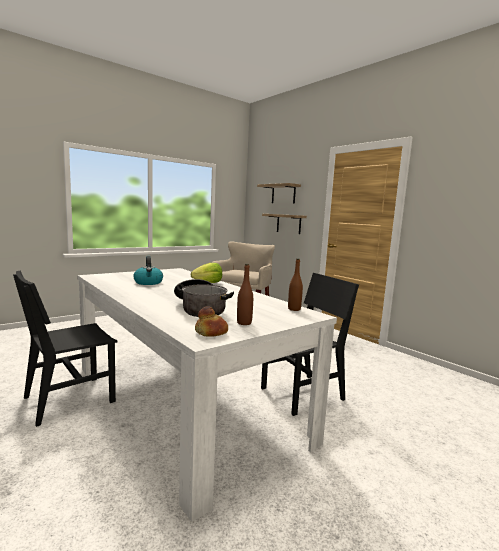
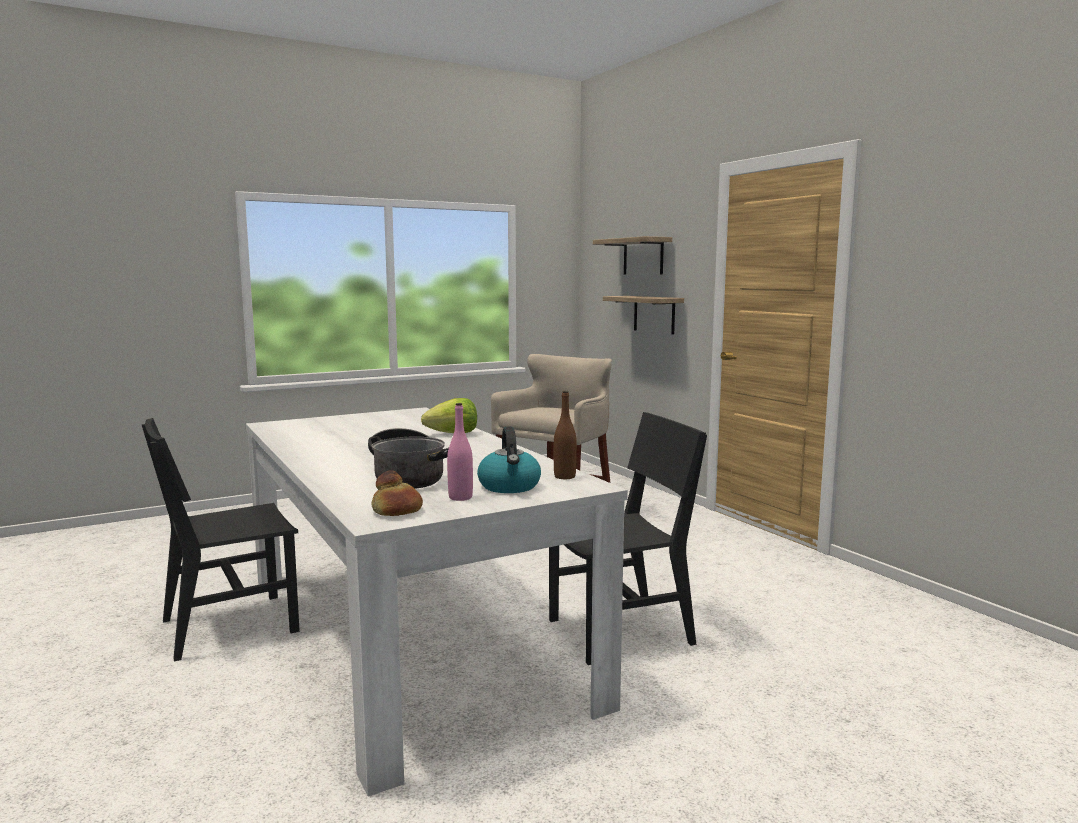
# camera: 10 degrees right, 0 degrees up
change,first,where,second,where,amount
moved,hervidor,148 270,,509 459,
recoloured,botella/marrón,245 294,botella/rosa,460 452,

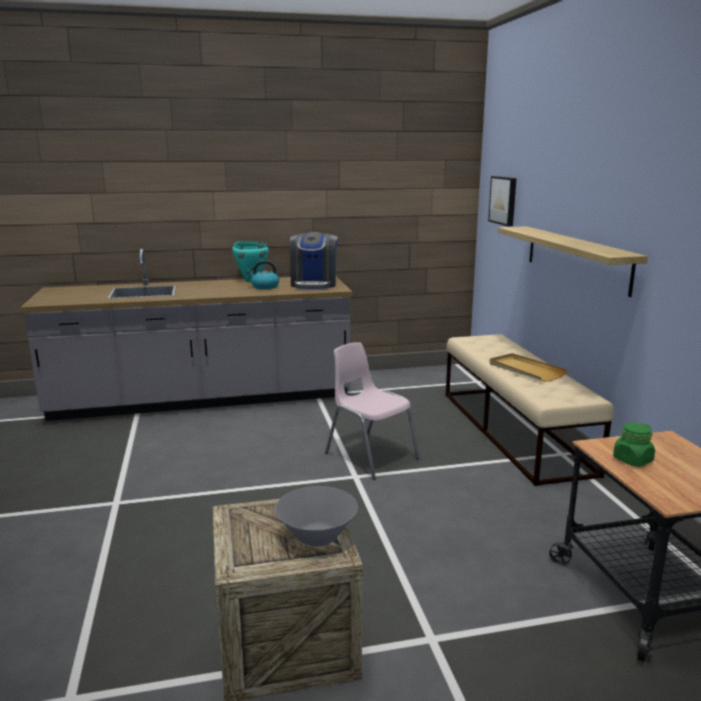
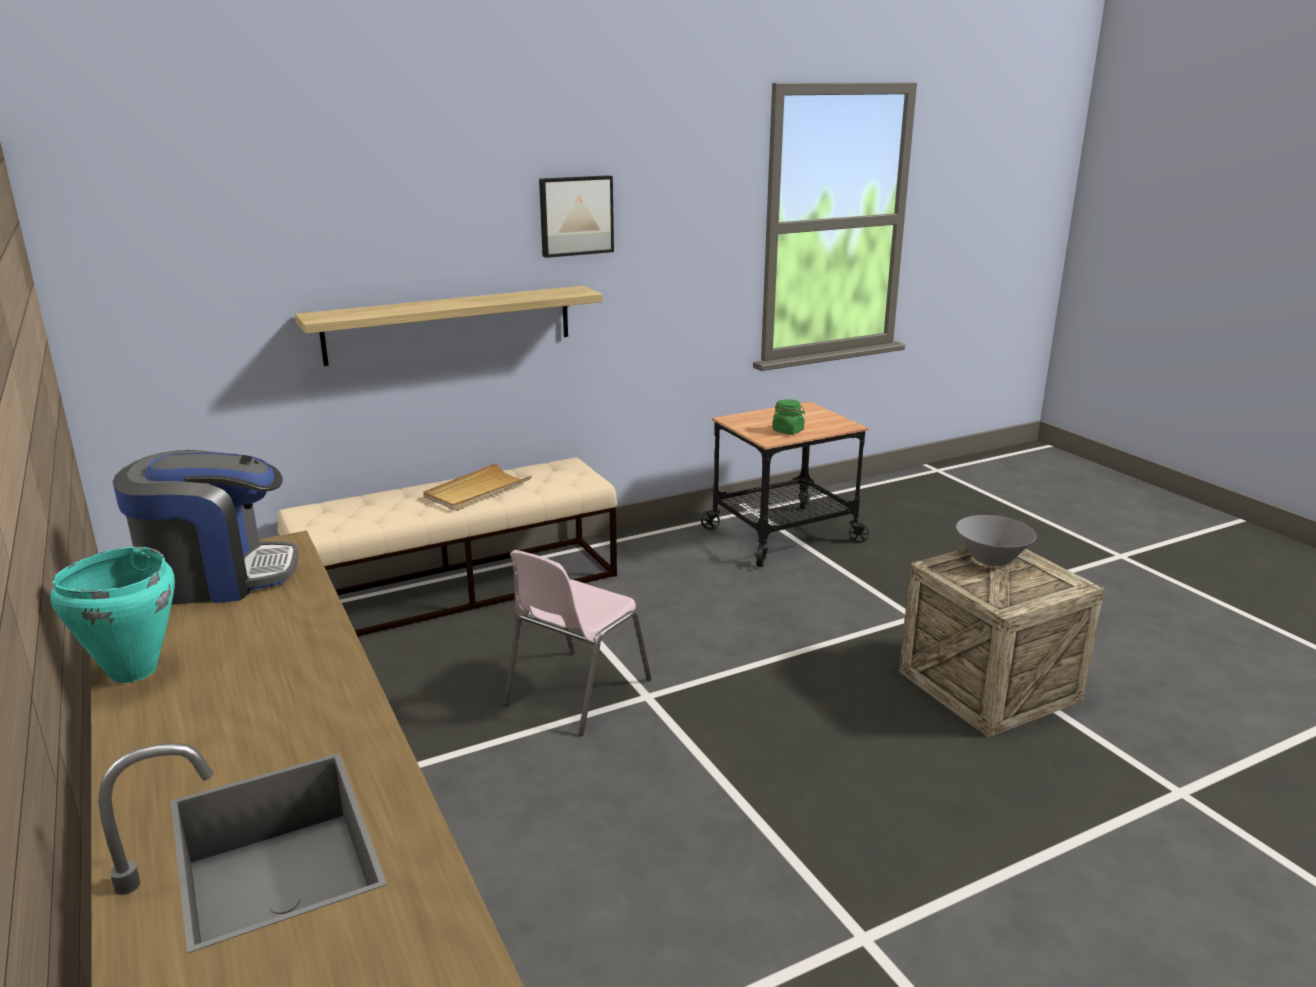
# camera: 105 degrees left, 5 degrees up
change,first,where,second,where,amount
removed,hervidor,262 274,,,
moved,cuadro,502 201,,576 216,

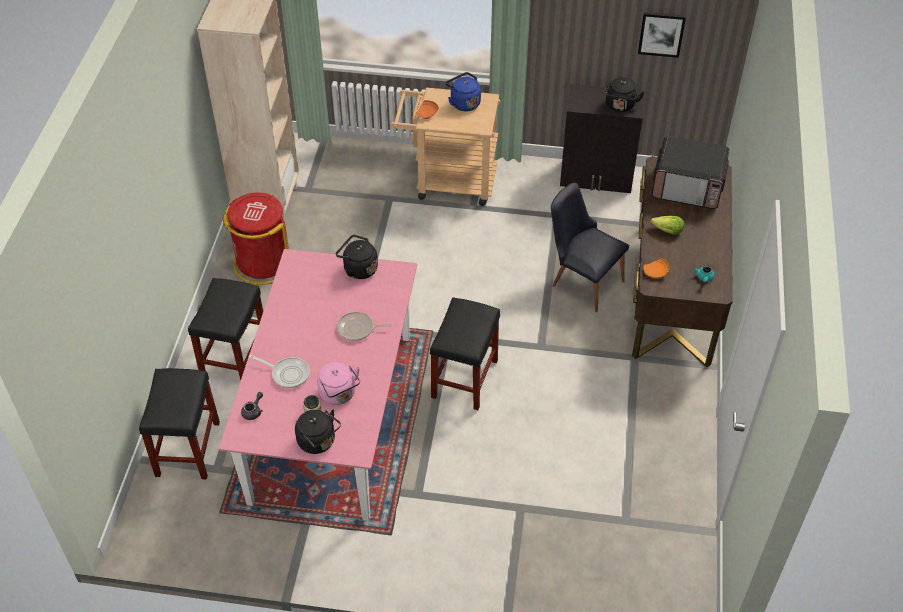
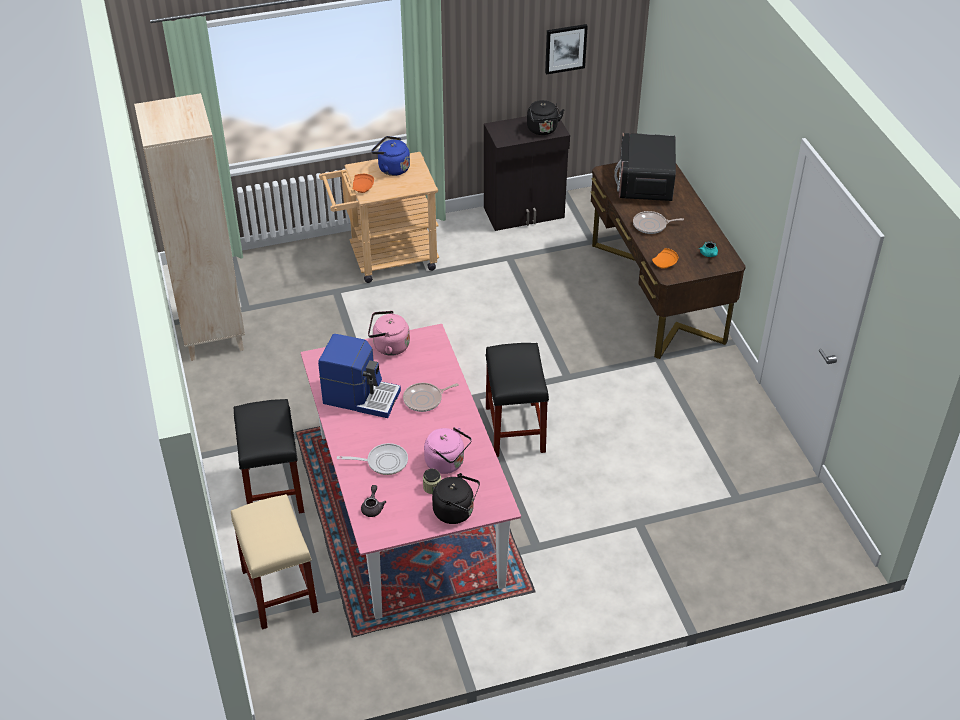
# camera: 25 degrees left, 5 degrees down
change,first,where,second,where,amount
recoloured,taburete/negro,179 424,taburete/beis,274 561,
removed,papelera/rojo,256 238,,,
recoloured,hervidor/negro,357 257,hervidor/rosa,389 333,
removed,silla/negro,590 247,,,
replaced,lechuga,667 225,sartén,658 222,
turned,microondas,690 172,,645 167,105 degrees clockwise
added,,,cafetera,359 376,

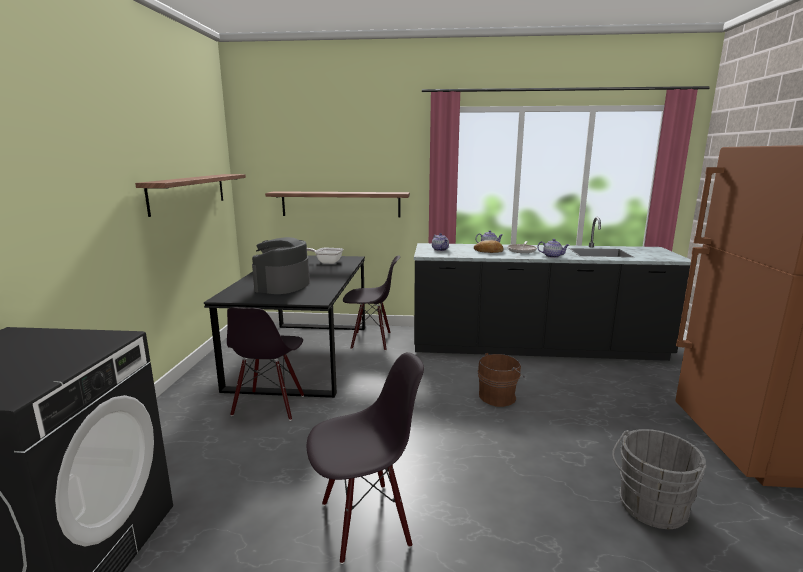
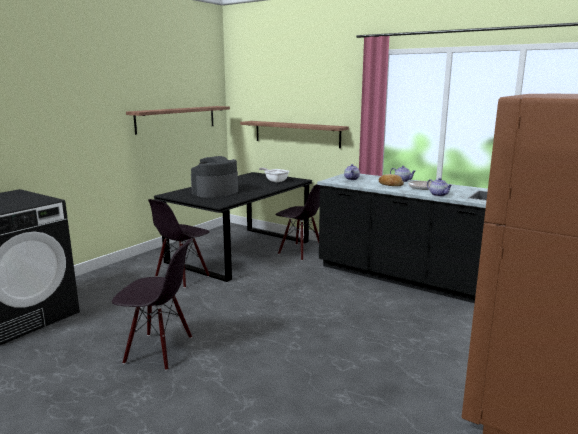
# camera: 30 degrees right, 0 degrees up
change,first,where,second,where,amount
removed,cubo/marrón,501 380,,,
removed,cubo/gris,659 479,,,

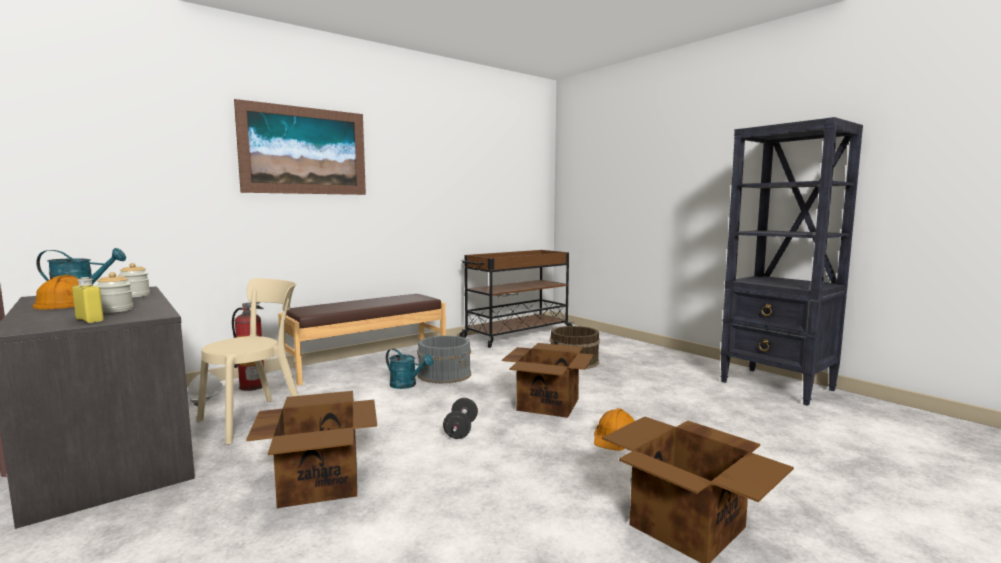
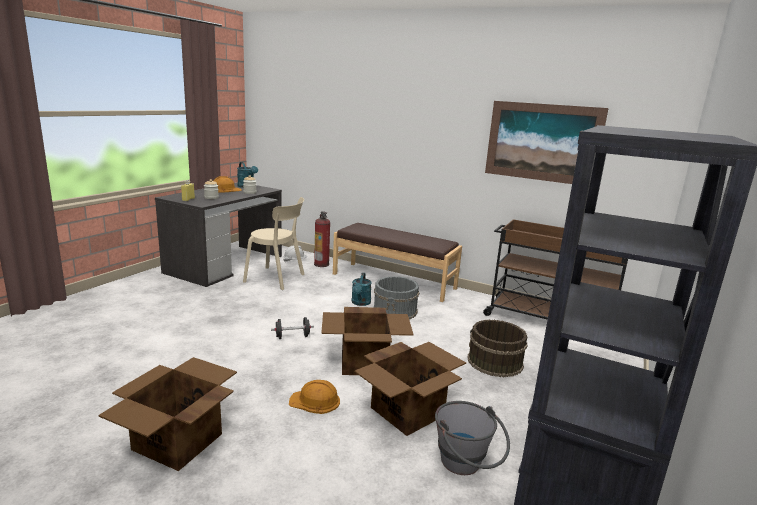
# camera: 65 degrees right, 10 degrees up
change,first,where,second,where,amount
moved,cuadro,300 147,,547 142,
moved,caja de cartón,311 449,,410 389,
added,,,cubo/gris,472 438,

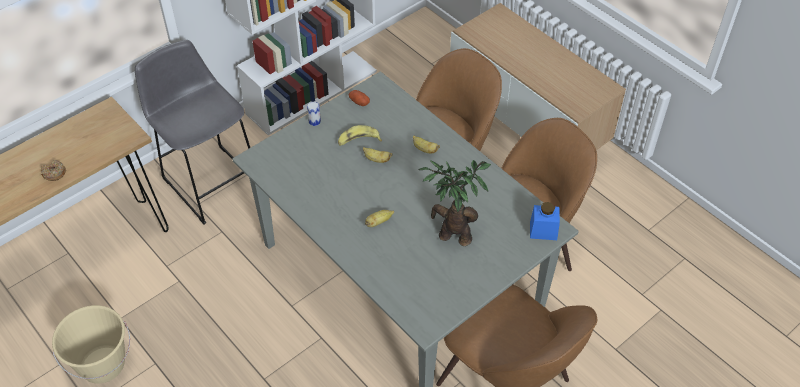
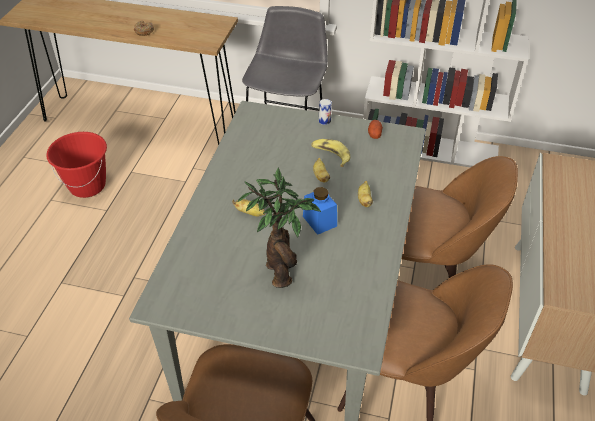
# camera: 55 degrees right, 5 degrees down
change,first,where,second,where,amount
recoloured,cubo/beis,91 344,cubo/rojo,76 165,
moved,tarro/azul,545 221,,320 211,

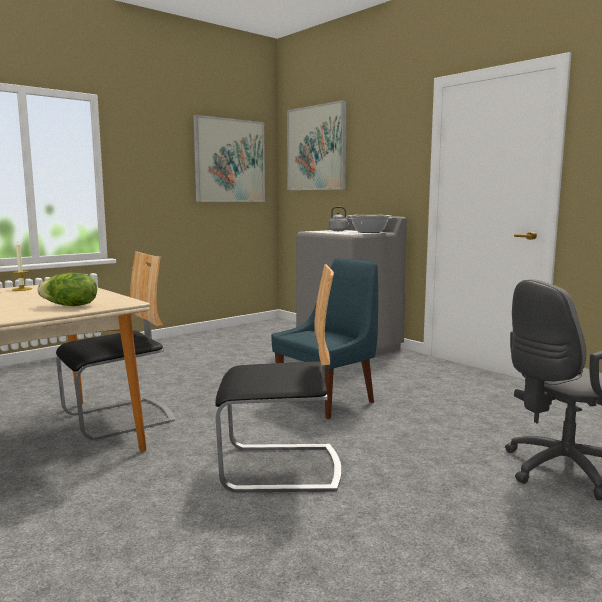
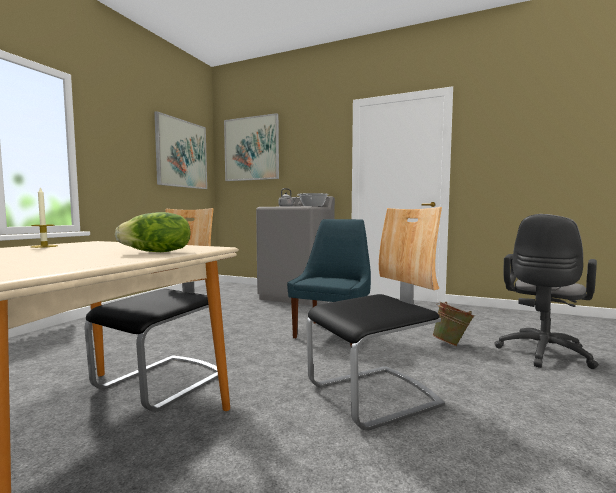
# camera: 25 degrees left, 5 degrees down
change,first,where,second,where,amount
added,,,cubo/verde,453 324,

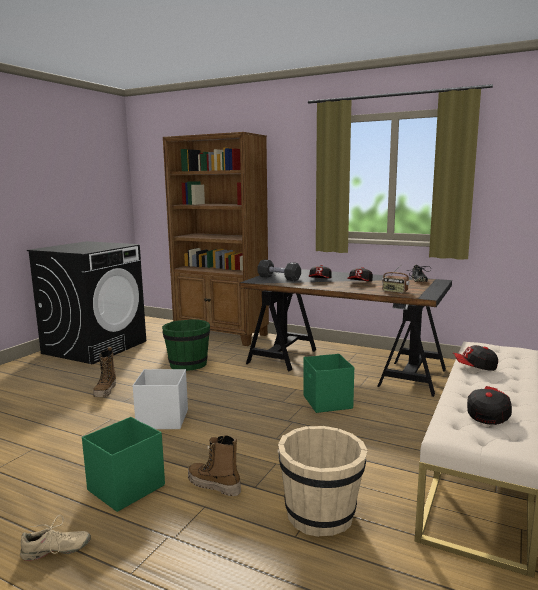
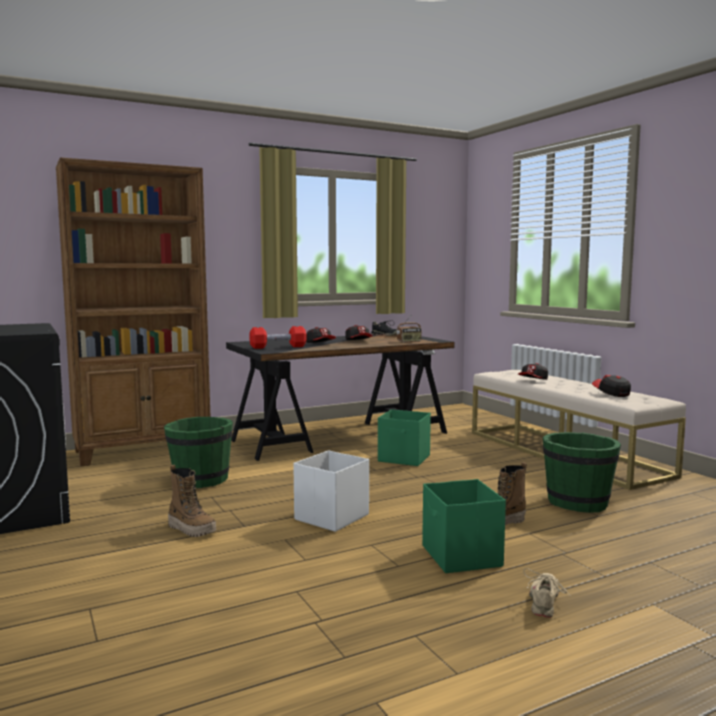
# camera: 55 degrees left, 5 degrees down
change,first,where,second,where,amount
recoloured,mancuerna/negro,279 270,mancuerna/rojo,278 337,
recoloured,cubo/beis,322 481,cubo/verde,582 472,

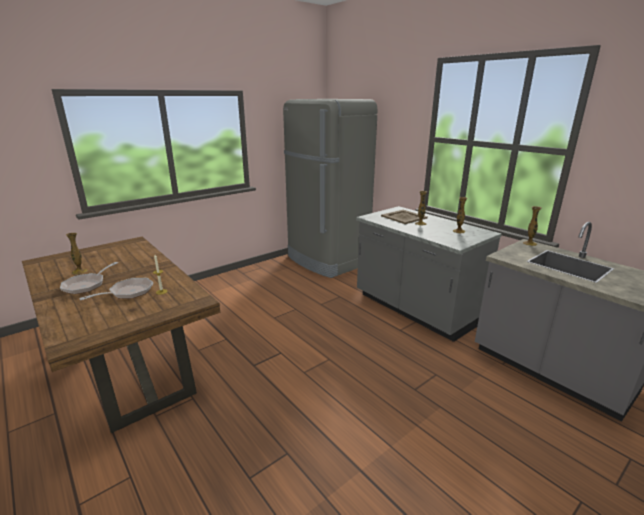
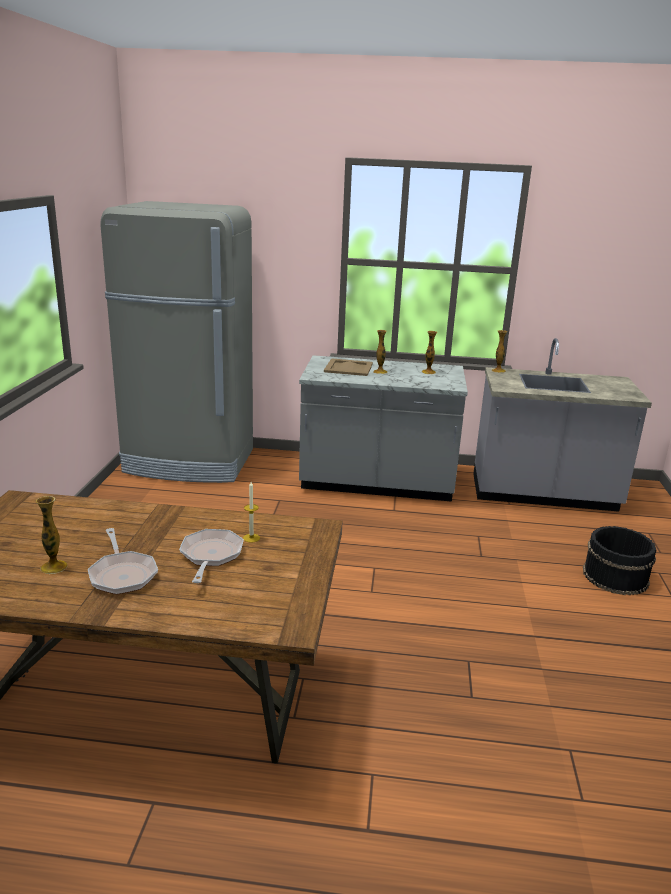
# camera: 45 degrees left, 0 degrees up
change,first,where,second,where,amount
added,,,cubo/negro,619 560,

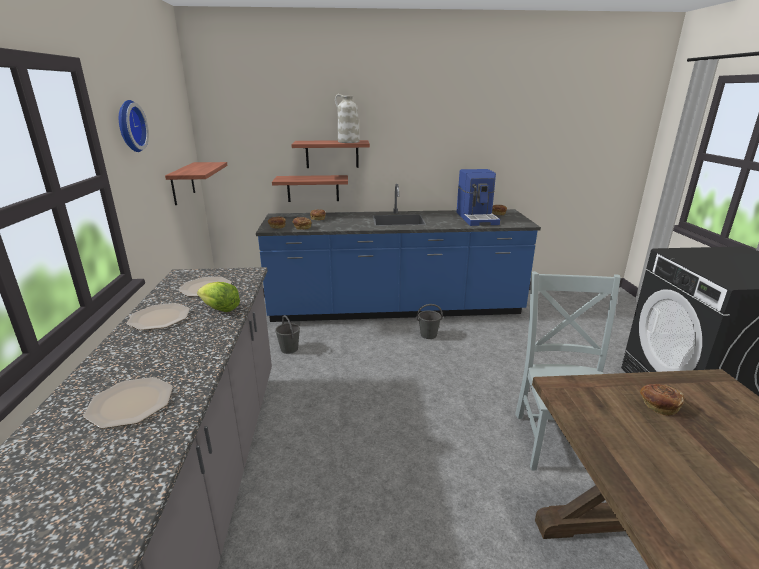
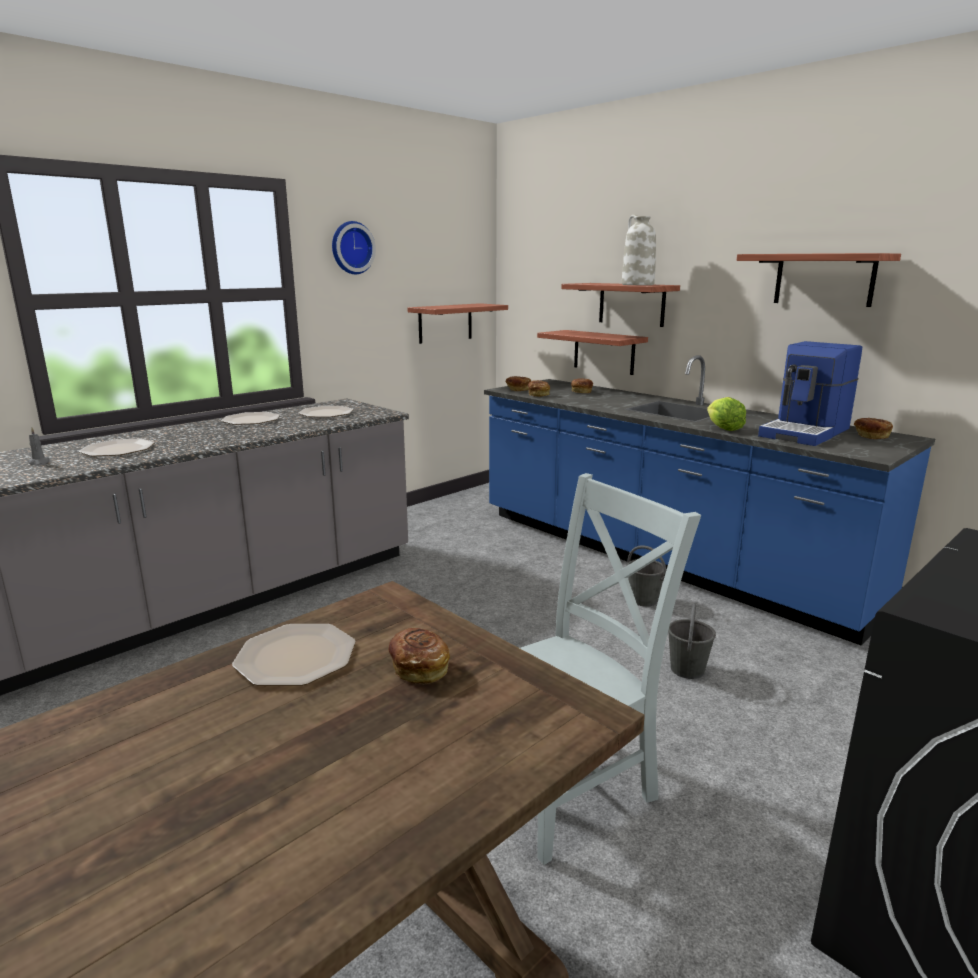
# camera: 50 degrees right, 5 degrees down
change,first,where,second,where,amount
moved,lechuga,218 297,,726 414,
moved,cubo/gris,287 334,,692 641,
added,,,vela/gris,39 446,
added,,,plato,294 655,
added,,,estante,819 280,

